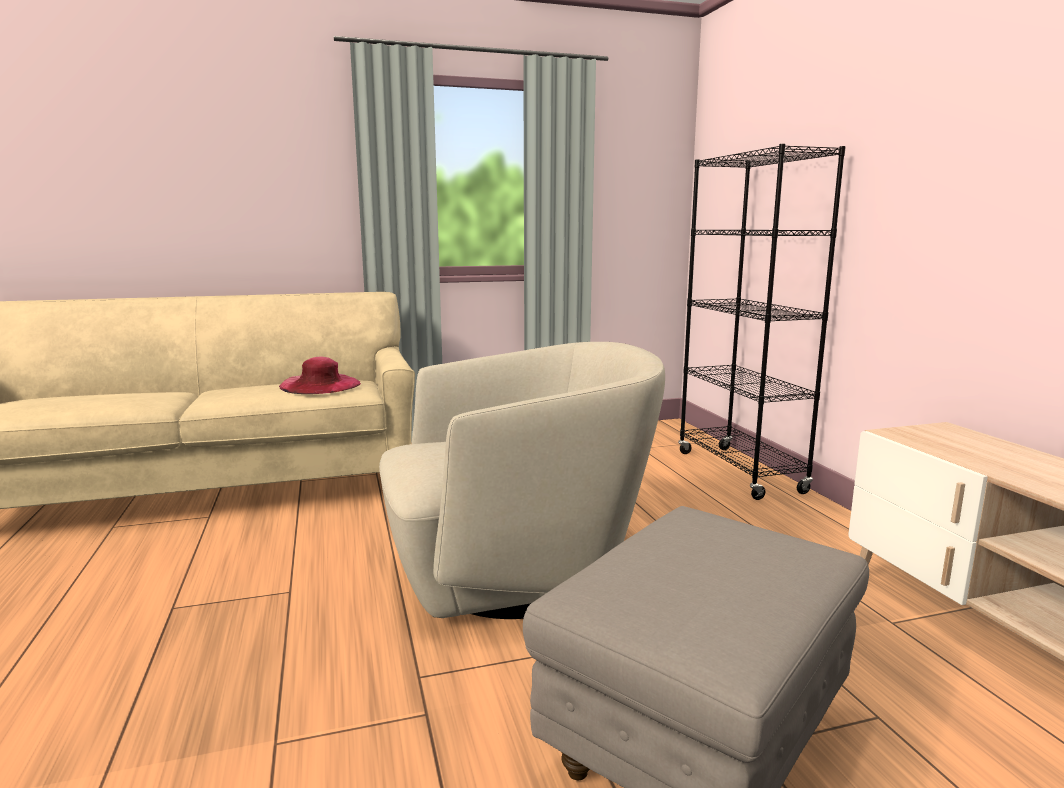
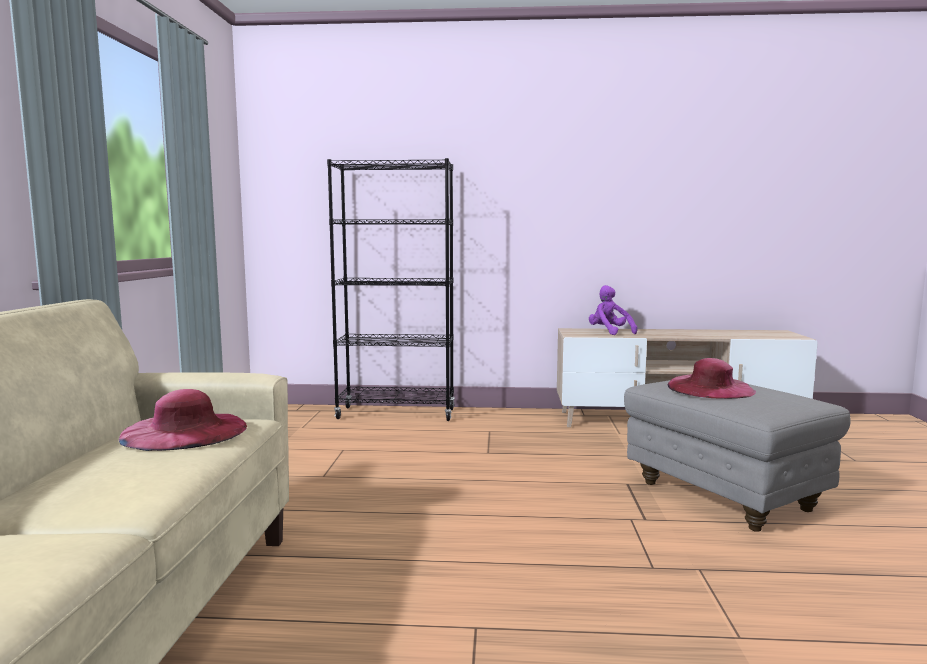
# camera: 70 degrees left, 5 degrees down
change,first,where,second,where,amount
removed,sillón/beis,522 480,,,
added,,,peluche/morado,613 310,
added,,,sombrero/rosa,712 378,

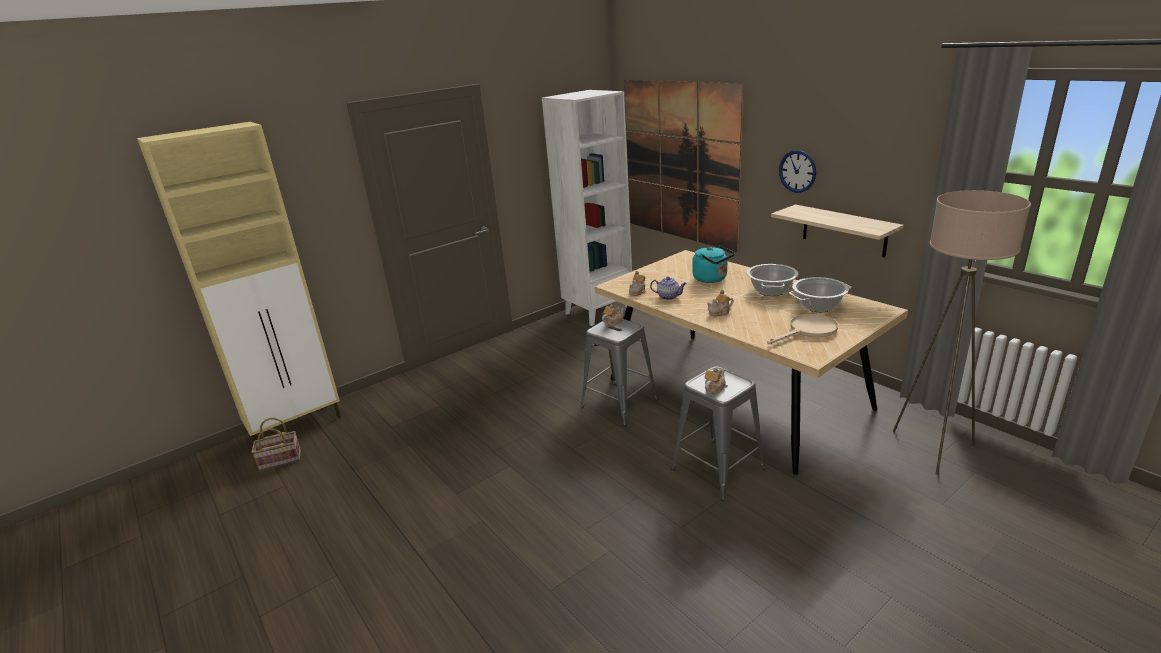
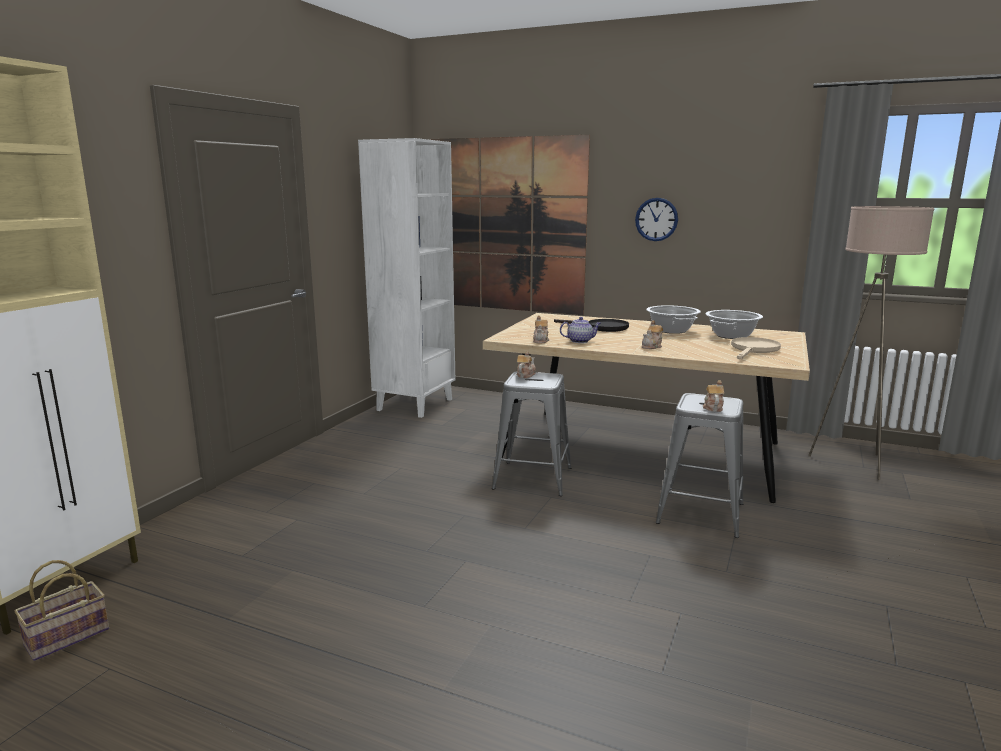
# camera: 30 degrees left, 10 degrees down
change,first,where,second,where,amount
replaced,hervidor/turquesa,713 264,sartén/negro,591 325,
removed,estante,837 230,,,

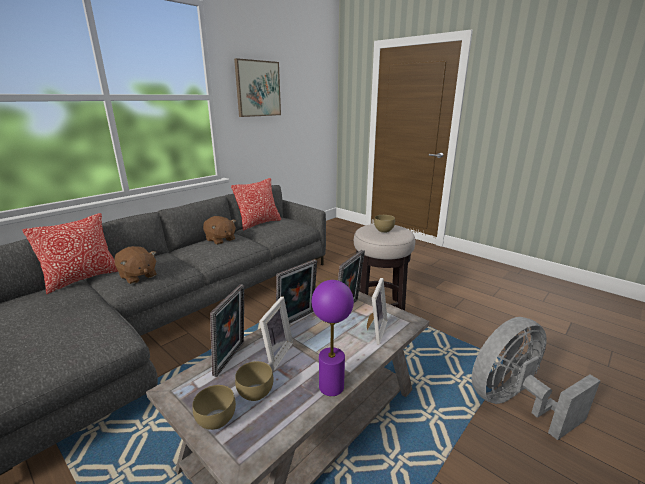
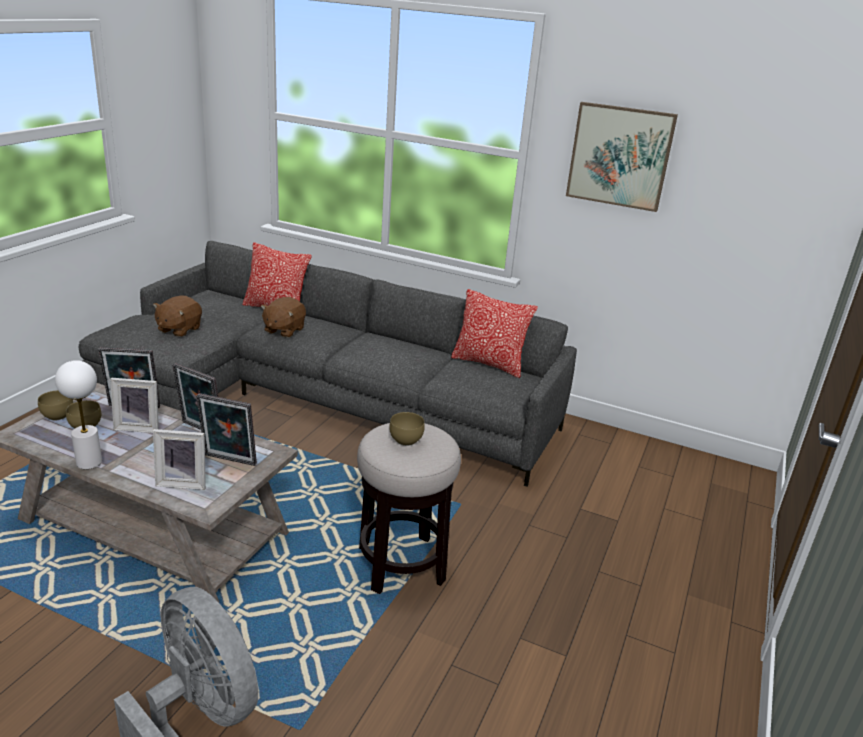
# camera: 70 degrees right, 5 degrees up
change,first,where,second,where,amount
moved,peluche/marrón,219 230,,177 316,
recoloured,lámpara de mesa/morado,333 338,lámpara de mesa/blanco,78 414,

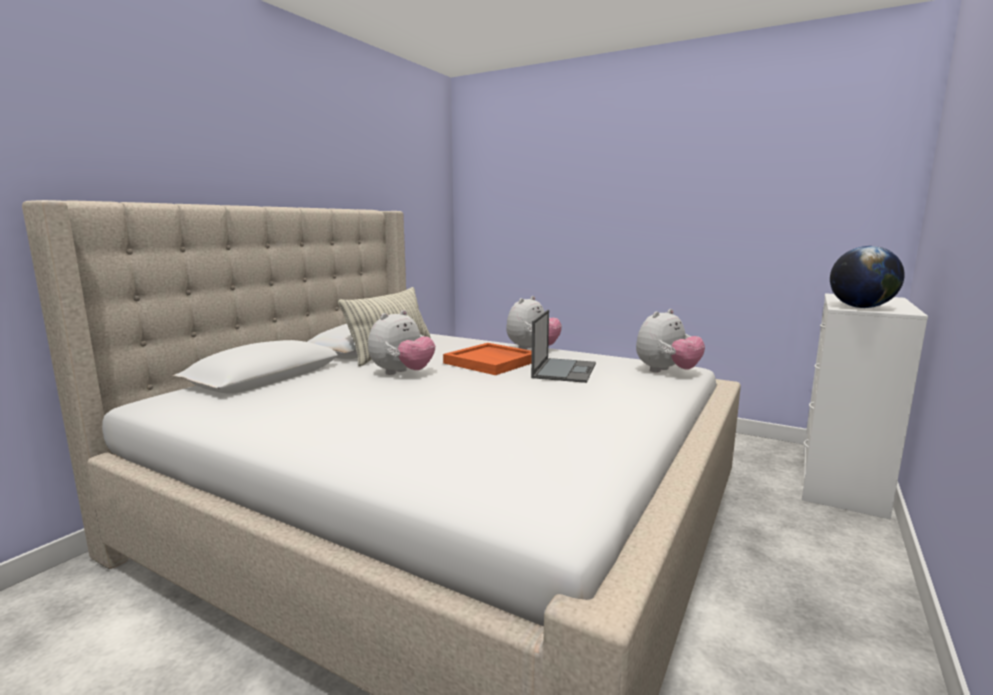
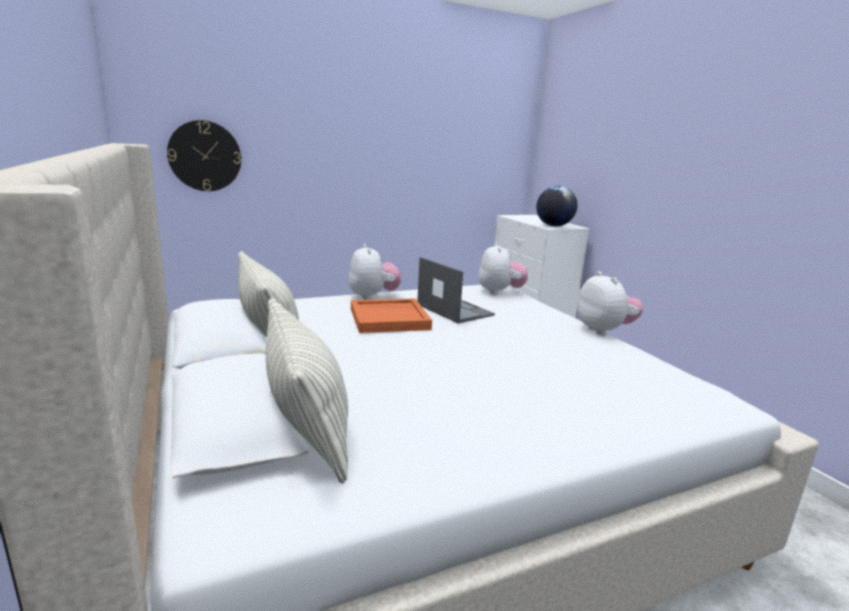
# camera: 55 degrees left, 5 degrees up
change,first,where,second,where,amount
moved,peluche,401 342,,610 303,
added,,,reloj de pared,204 155,
added,,,cojín,307 390,

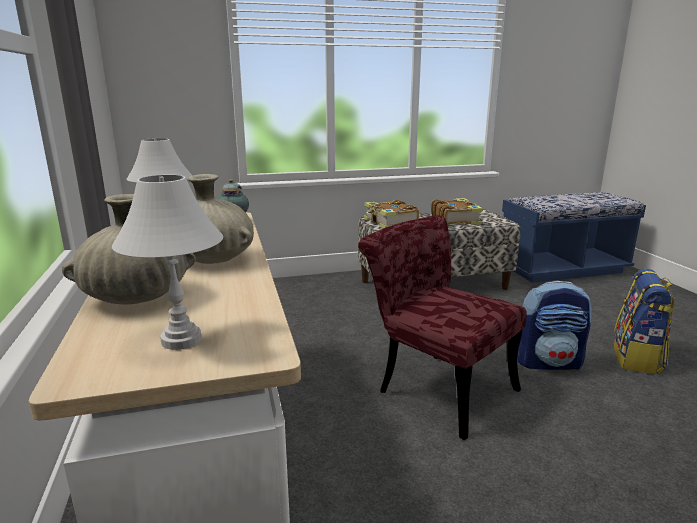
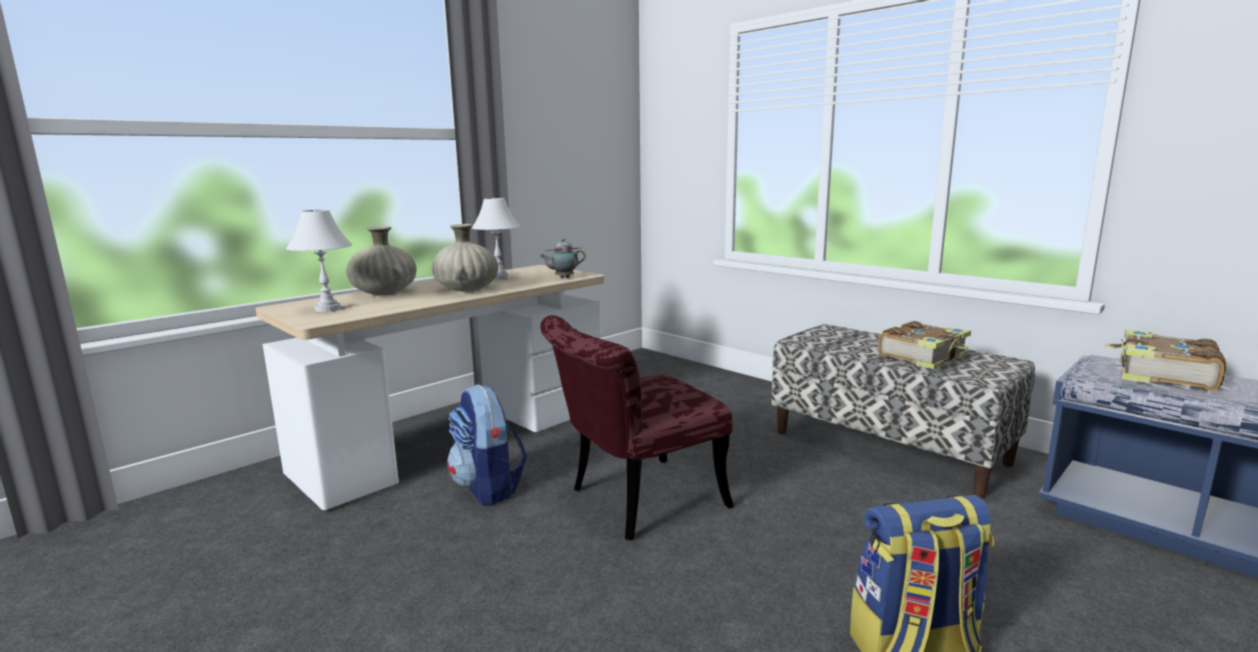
# camera: 60 degrees right, 5 degrees down
change,first,where,second,where,amount
turned,silla/rojo,442 327,,637 427,135 degrees counterclockwise
moved,libro,391 214,,1166 360,
moved,mochila,554 325,,487 444,

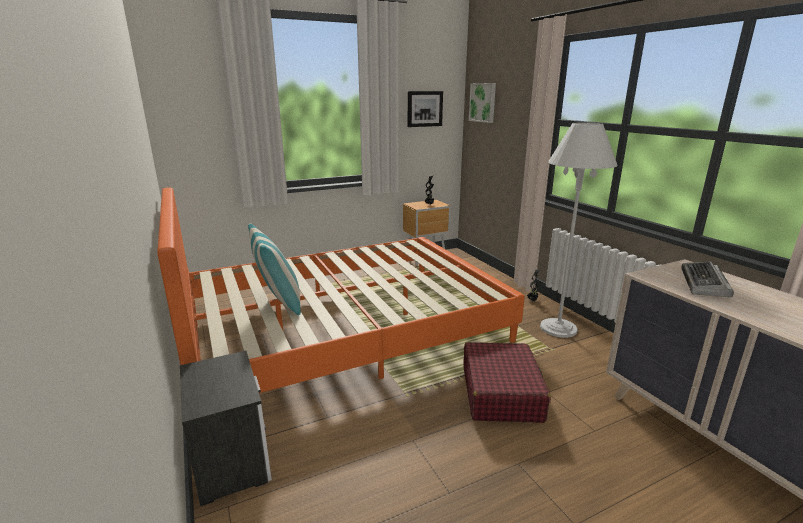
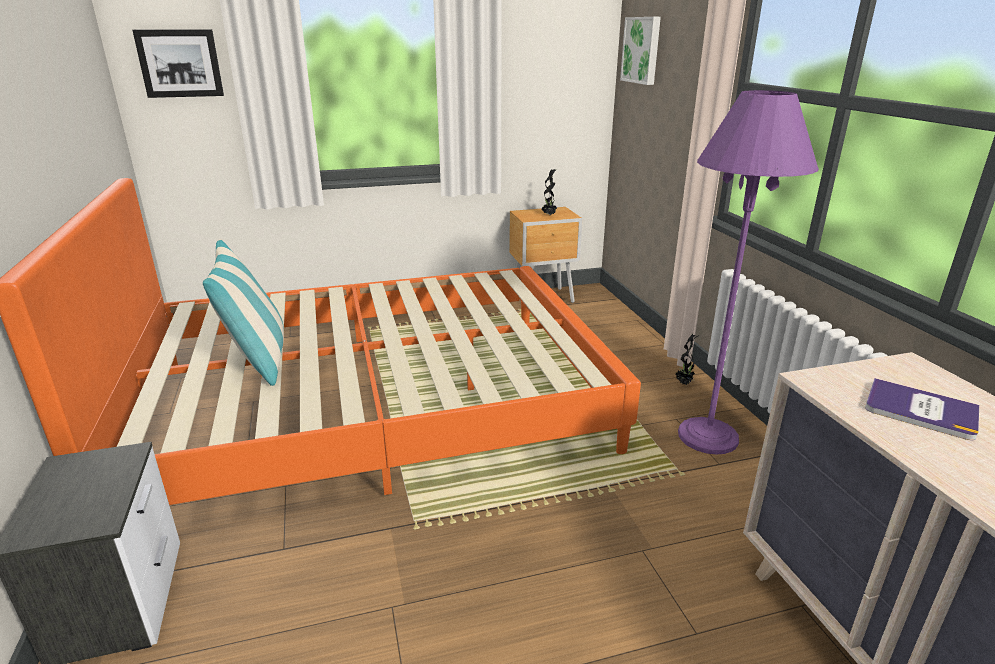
# camera: 10 degrees right, 5 degrees up
change,first,where,second,where,amount
moved,cuadro,425 109,,178 64,
removed,maleta/rojo,507 382,,,
recoloured,lámpara de pie/blanco,578 230,lámpara de pie/morado,748 272,
replaced,teclado,707 279,libro,922 409,

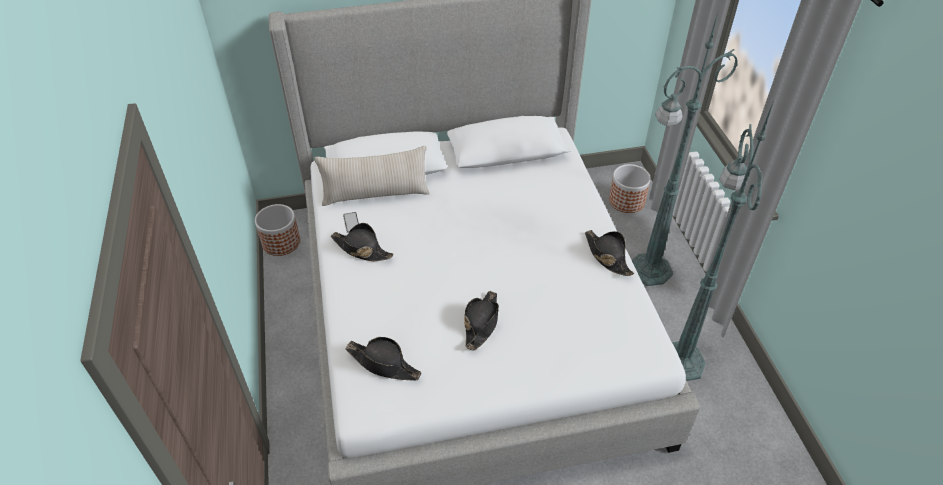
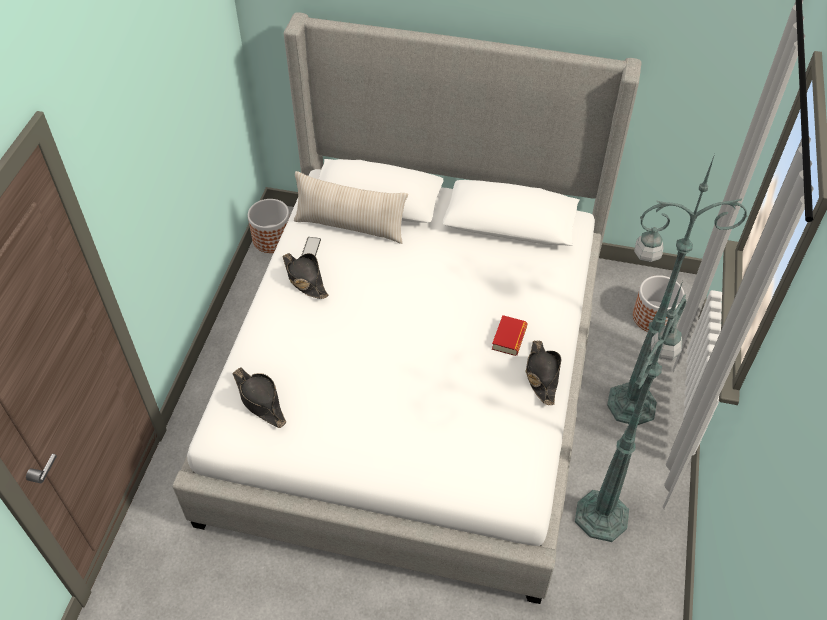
# camera: 25 degrees right, 5 degrees up
change,first,where,second,where,amount
removed,sombrero/negro,481 321,,,
added,,,libro,510 335,

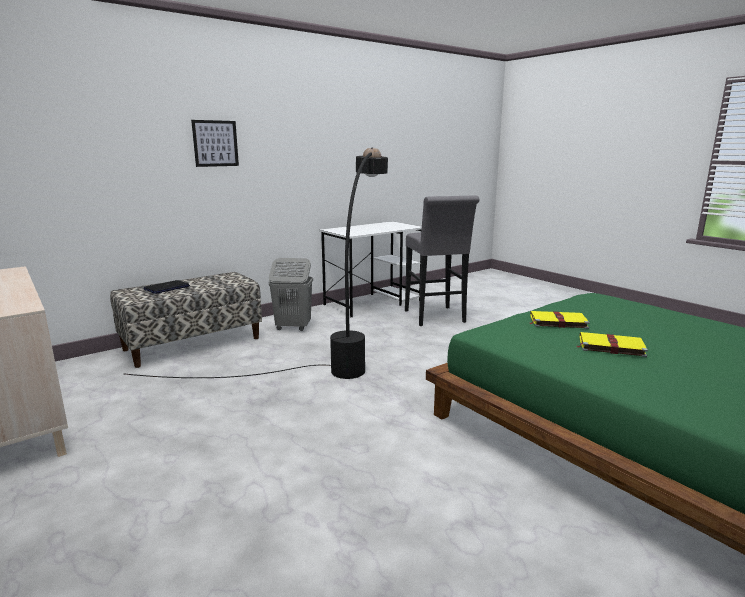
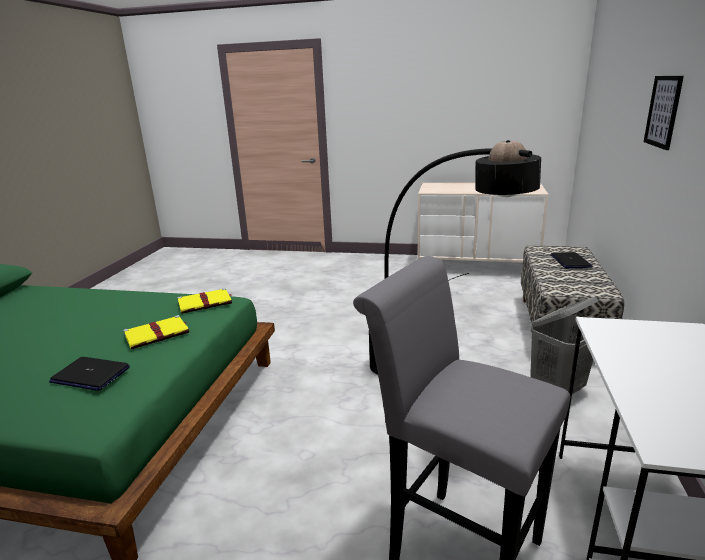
# camera: 140 degrees right, 5 degrees up
change,first,where,second,where,amount
moved,libro/amarillo,612 344,,204 301,
added,,,portátil,89 374,

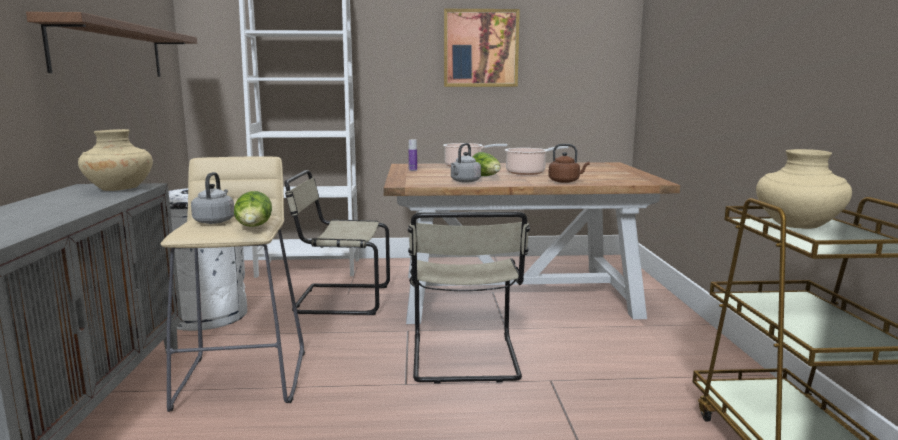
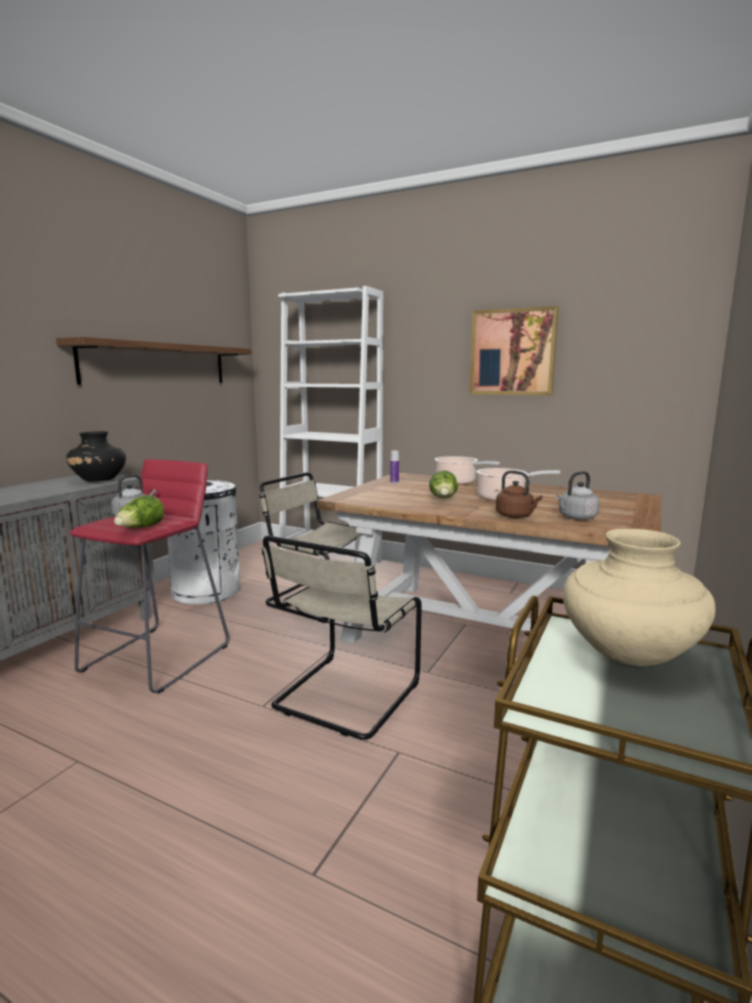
# camera: 30 degrees right, 0 degrees up
change,first,where,second,where,amount
recoloured,florero/beis,115 160,florero/negro,96 456,
recoloured,taburete/beis,232 284,taburete/rojo,149 576,
moved,hervidor/gris,466 163,,578 495,

